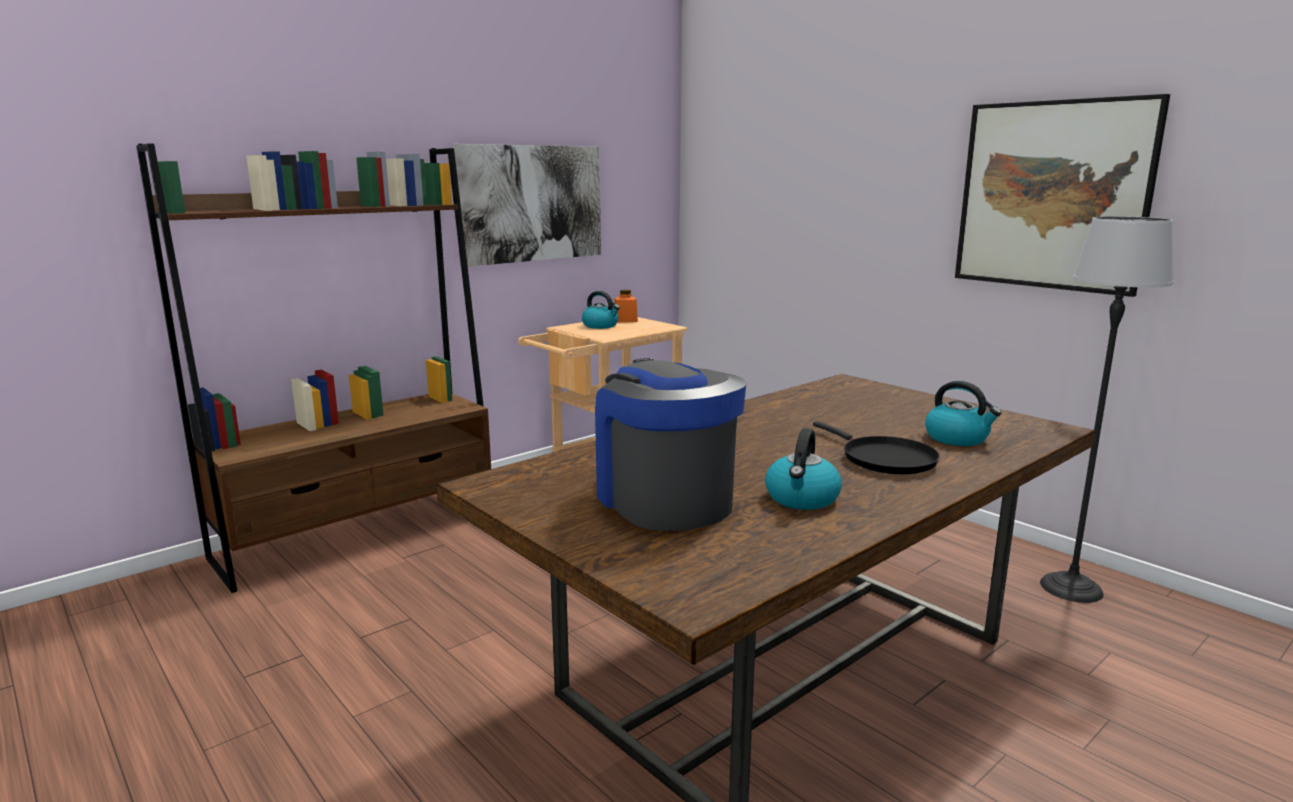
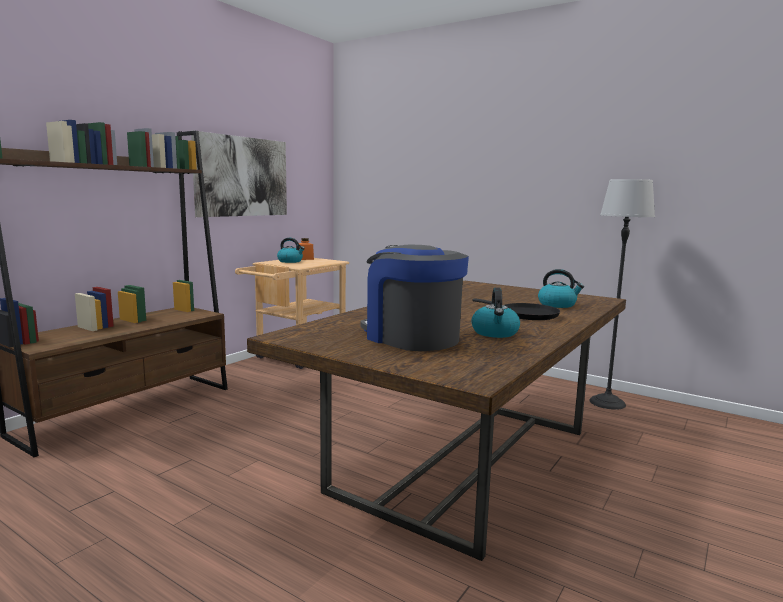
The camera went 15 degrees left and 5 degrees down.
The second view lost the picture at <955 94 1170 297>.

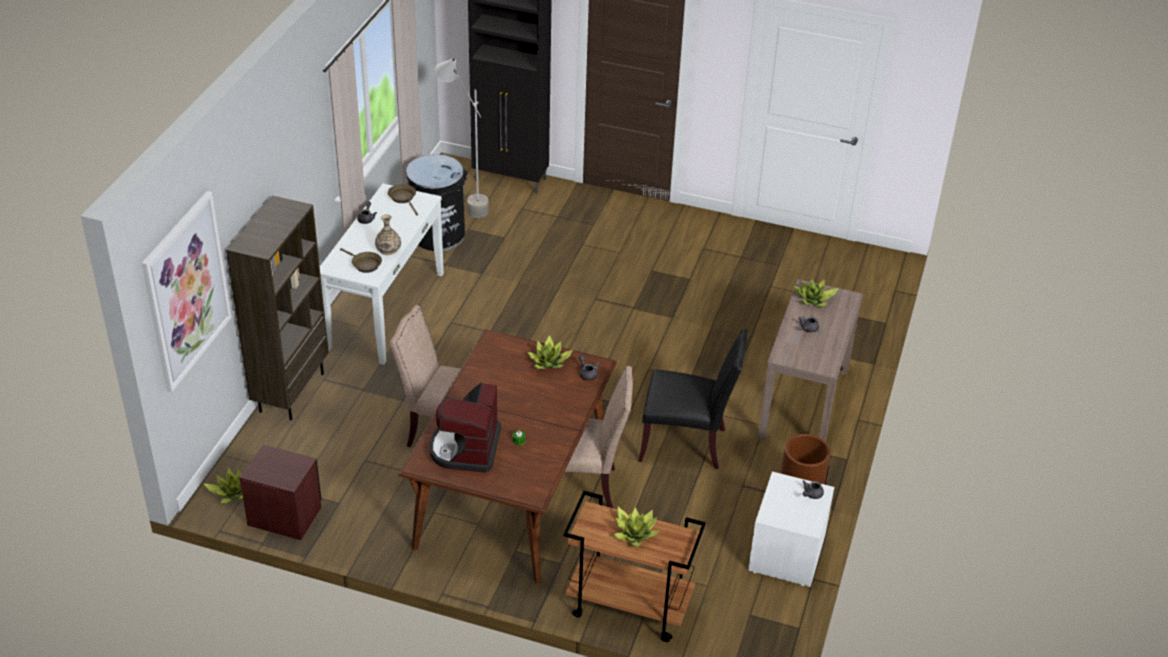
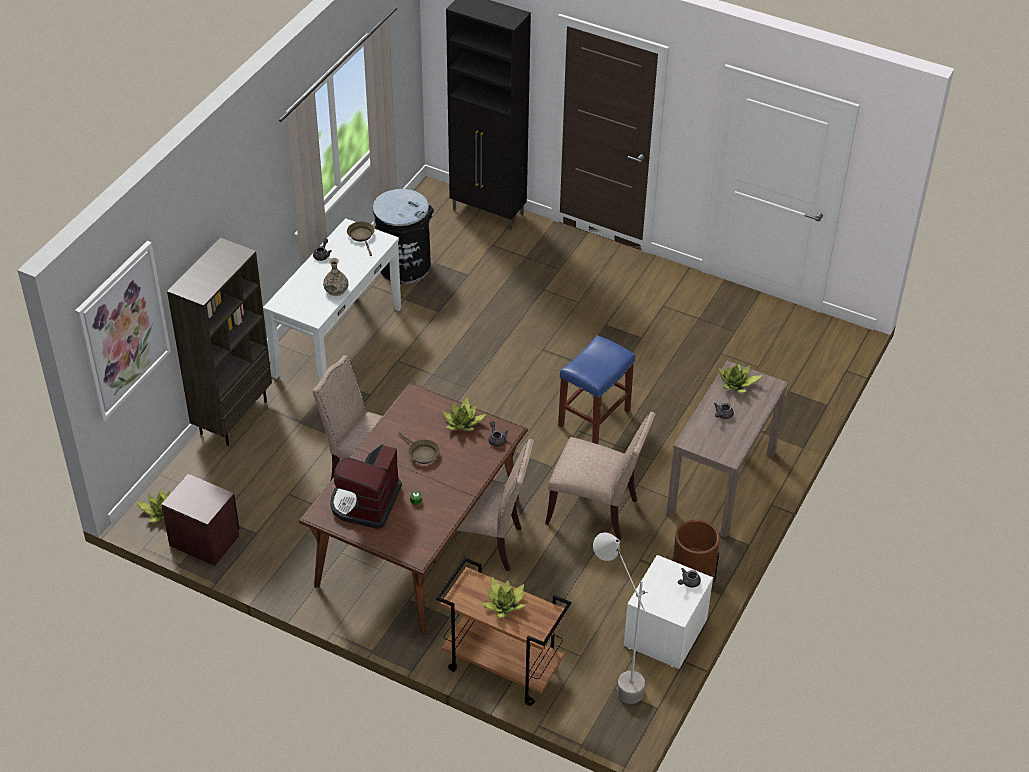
The camera went 10 degrees right and 5 degrees up.
The second view gained the stool/blue at <558 335 635 444>.
The frying pan/brown ended up elsewhere, having gone from <340 248 382 273> to <399 431 440 464>.
The floor lamp/grey ended up elsewhere, having gone from <435 58 489 218> to <593 532 647 704>.
What was the chair/black at <638 329 748 469> turned into the chair/beige at <545 412 656 540>.

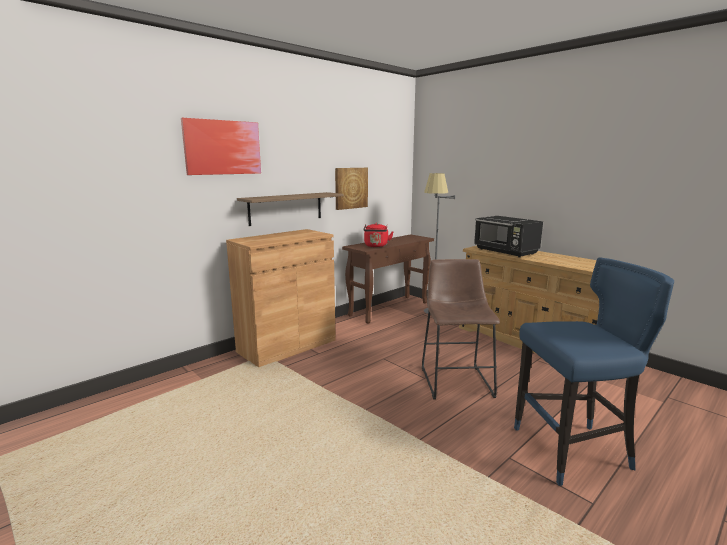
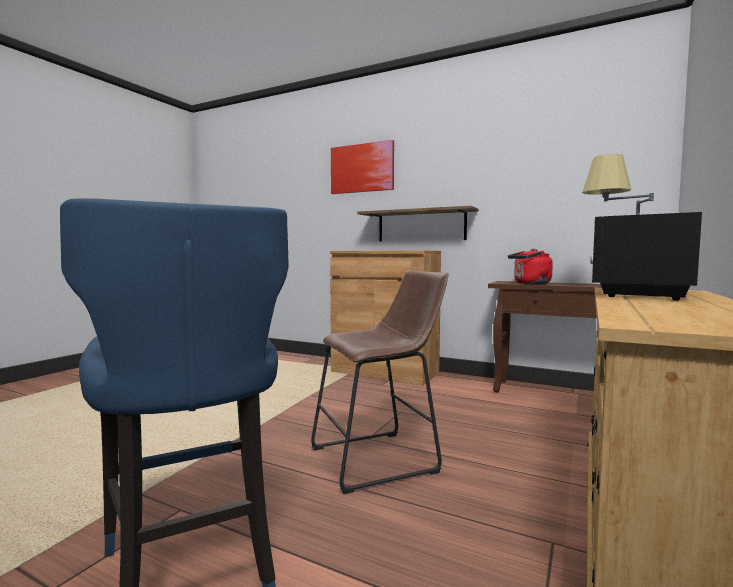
The camera went 70 degrees right and 10 degrees down.
The second view lost the picture at <335 168 368 210>.

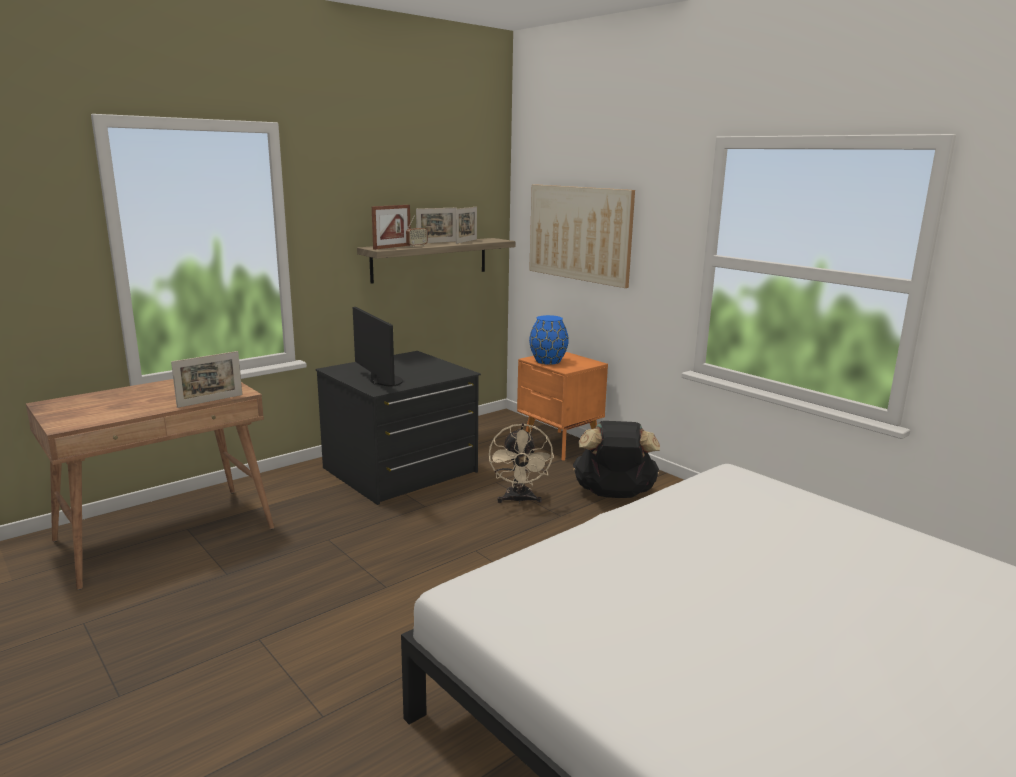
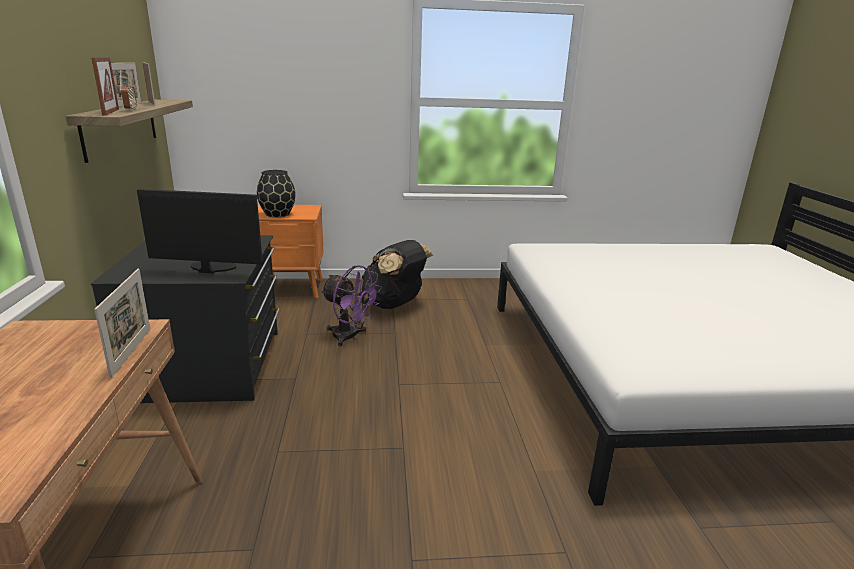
The camera went 55 degrees left and 5 degrees up.
The second view lost the picture at <529 184 635 288>.
What was the fan/beige at <489 423 554 504> turned into the fan/purple at <321 265 382 346>.
What was the vase/blue at <529 315 569 365> turned into the vase/black at <257 170 296 217>.

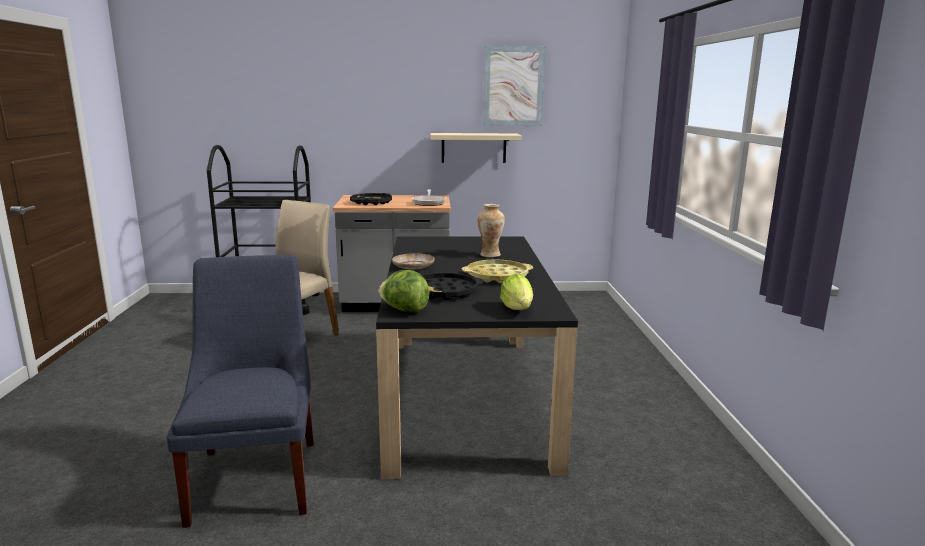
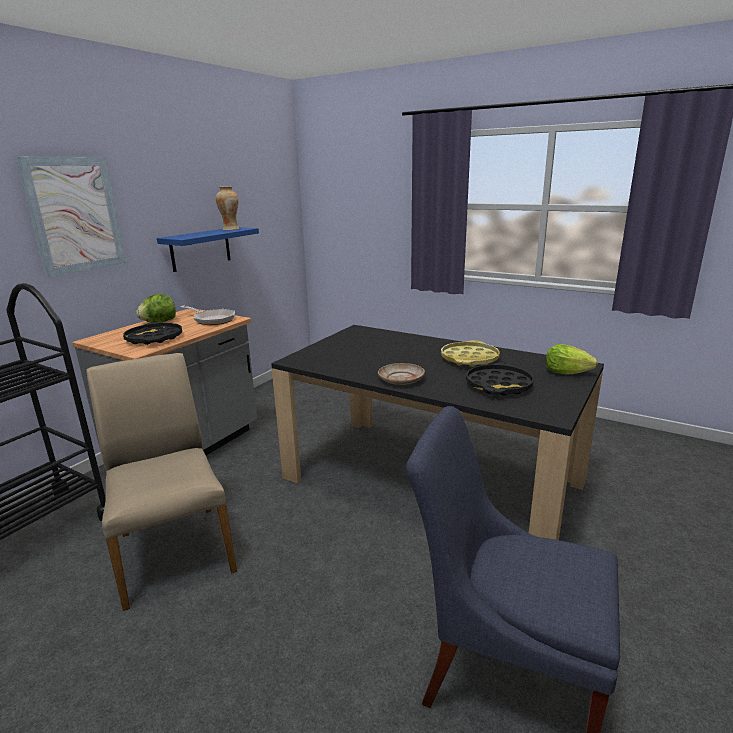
The camera went 55 degrees left and 5 degrees up.
The lettuce ended up elsewhere, having gone from <379 270 430 312> to <136 294 176 323>.
The vase ended up elsewhere, having gone from <478 204 505 257> to <216 186 239 230>.
The picture ended up elsewhere, having gone from <483 46 546 126> to <16 157 126 277>.
What was the shelf/beige at <431 133 521 163> turned into the shelf/blue at <157 227 259 272>.

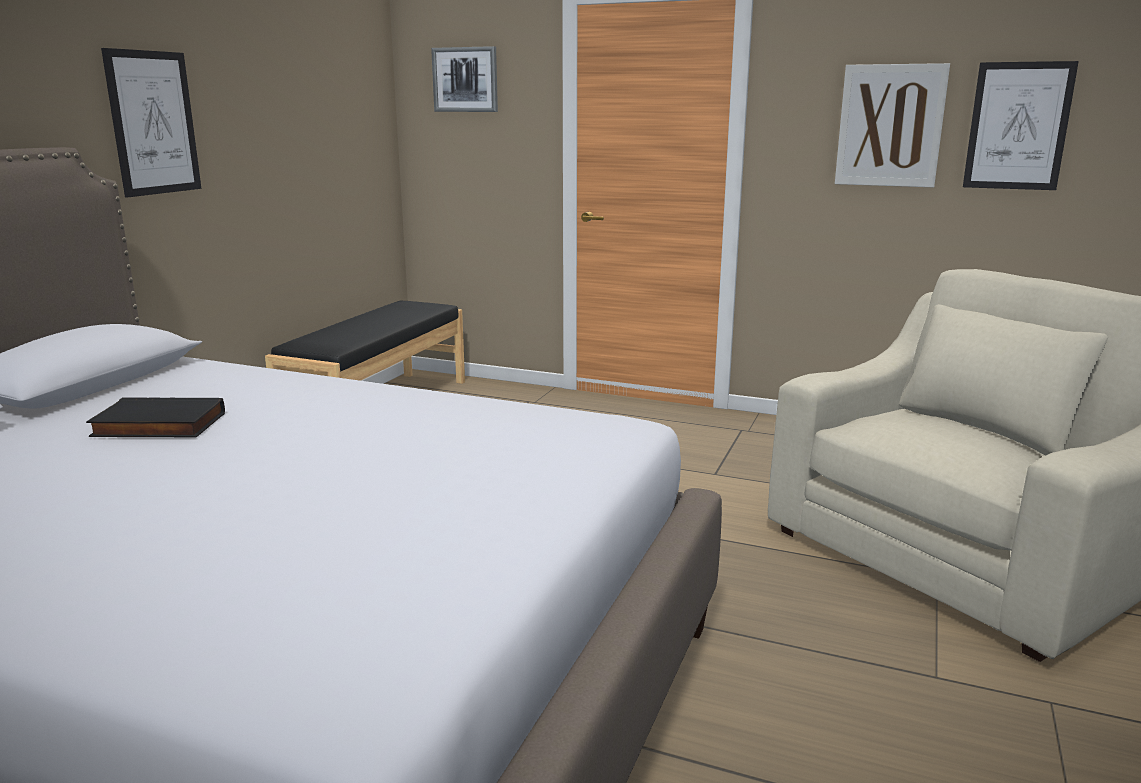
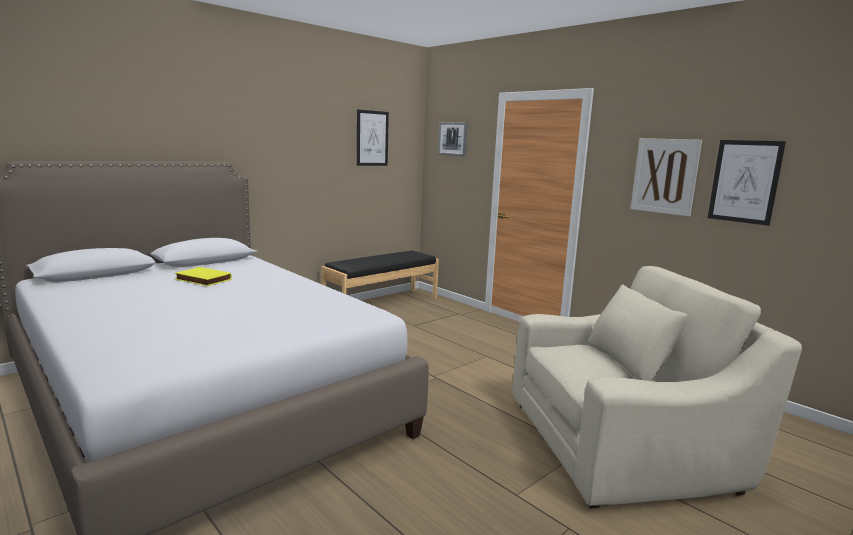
The camera went 25 degrees right and 5 degrees down.
The picture ended up elsewhere, having gone from <101 48 201 197> to <357 110 389 166>.
What was the book/black at <86 397 225 437> turned into the book/yellow at <175 267 232 286>.

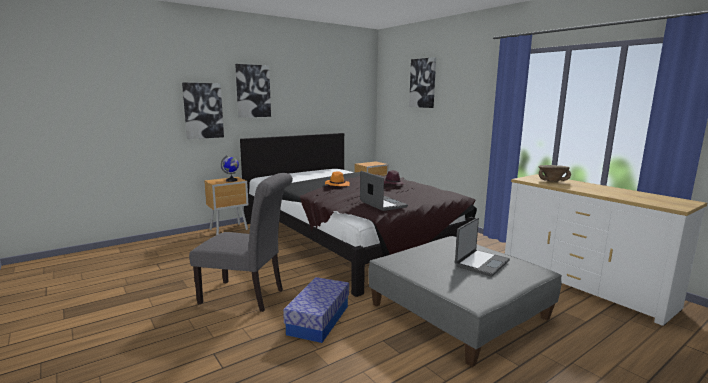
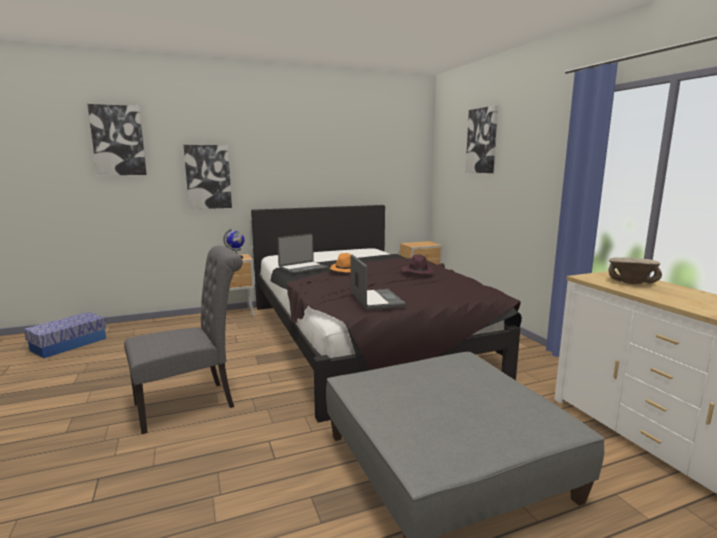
The camera went 15 degrees right and 0 degrees up.
The picture ended up elsewhere, having gone from <235 64 271 118> to <87 104 147 175>.
The storage box ended up elsewhere, having gone from <283 277 349 343> to <24 312 107 358>.
The laptop ended up elsewhere, having gone from <455 218 510 277> to <277 234 328 275>.
The chair/grey at <189 173 293 312> ended up facing another way, 60 degrees counterclockwise from before.

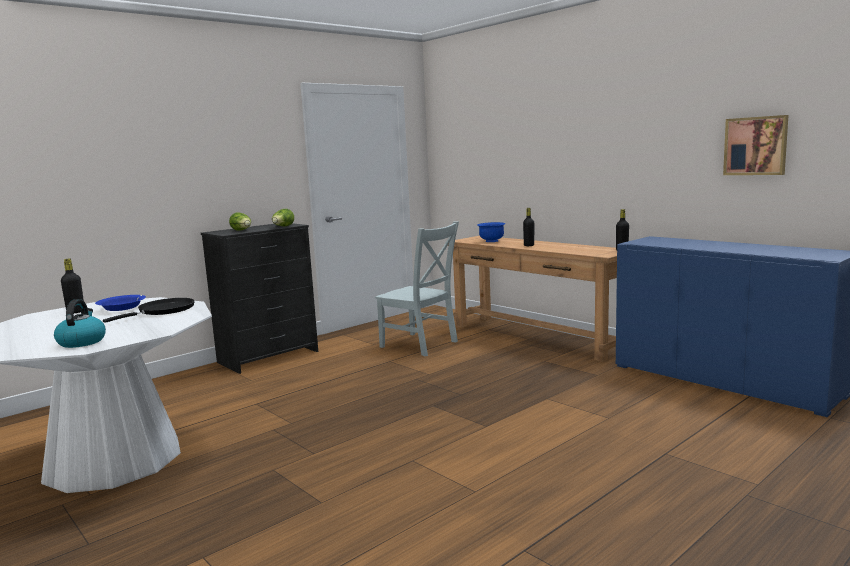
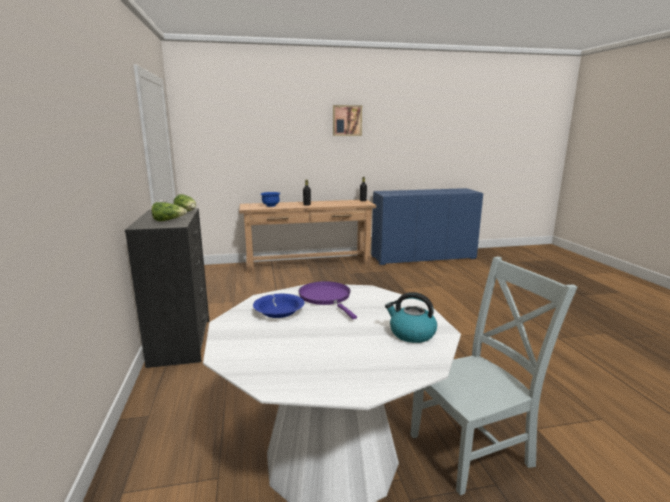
The camera went 60 degrees left and 5 degrees up.
The second view lost the bottle/black at <61 259 84 313>.
The chair/grey ended up elsewhere, having gone from <375 221 459 356> to <410 256 577 495>.
The picture ended up elsewhere, having gone from <723 115 789 175> to <333 105 362 136>.
What was the frying pan/black at <103 298 195 323> turned into the frying pan/purple at <298 281 357 319>.

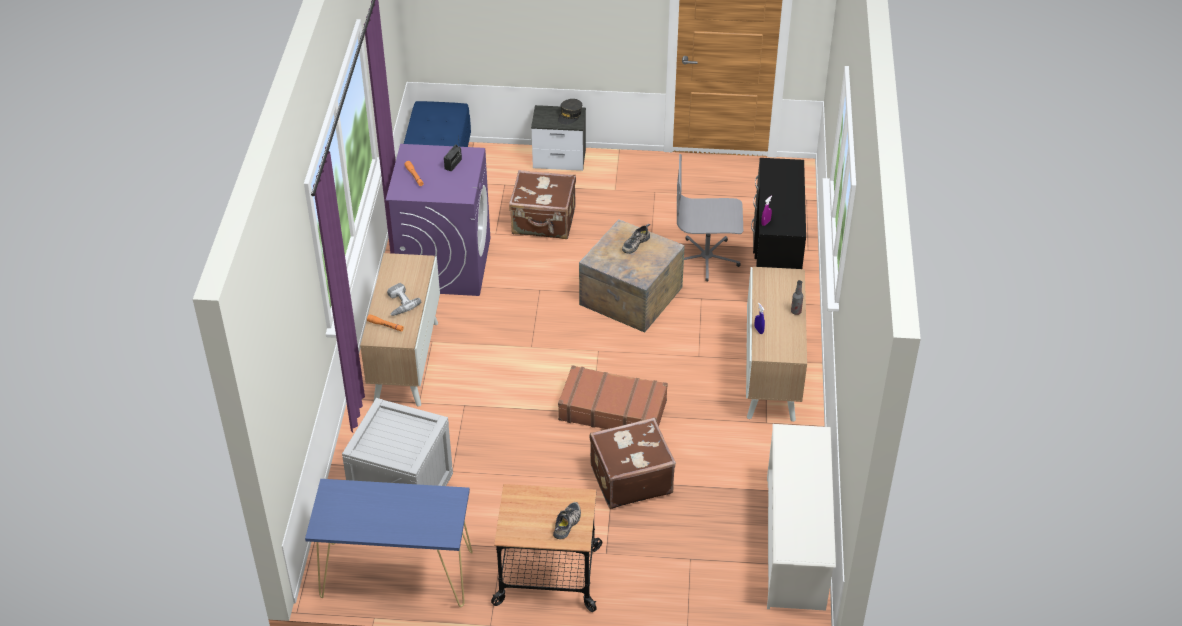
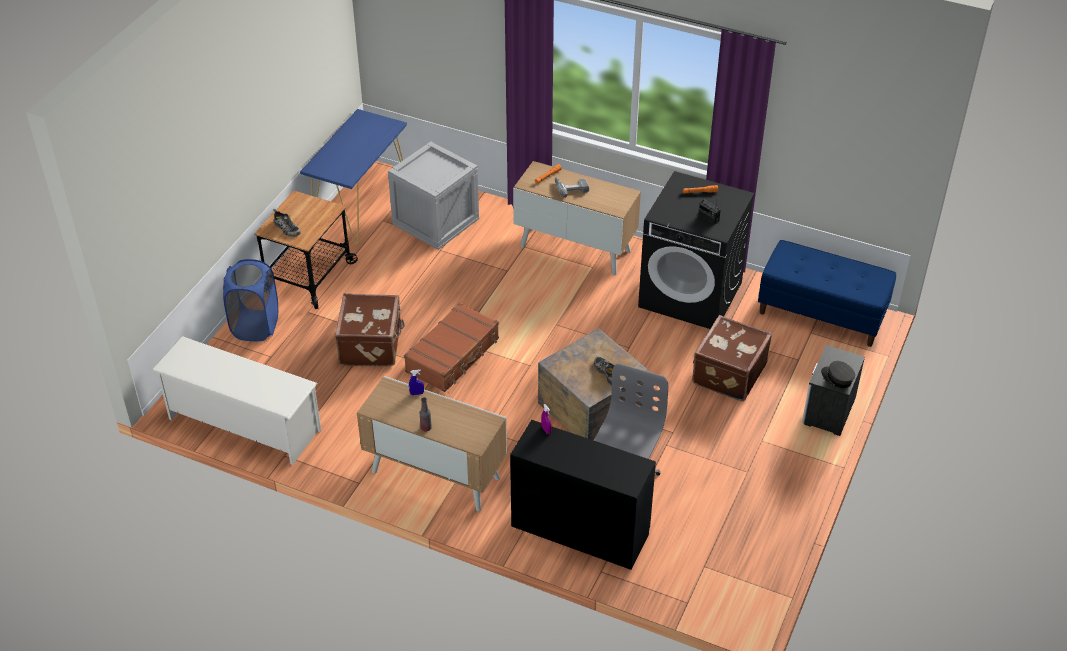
The camera went 110 degrees right and 0 degrees up.
The second view gained the laundry basket/blue at <223 259 278 341>.
What was the washing machine/purple at <386 144 490 296> turned into the washing machine/black at <638 171 754 329>.

